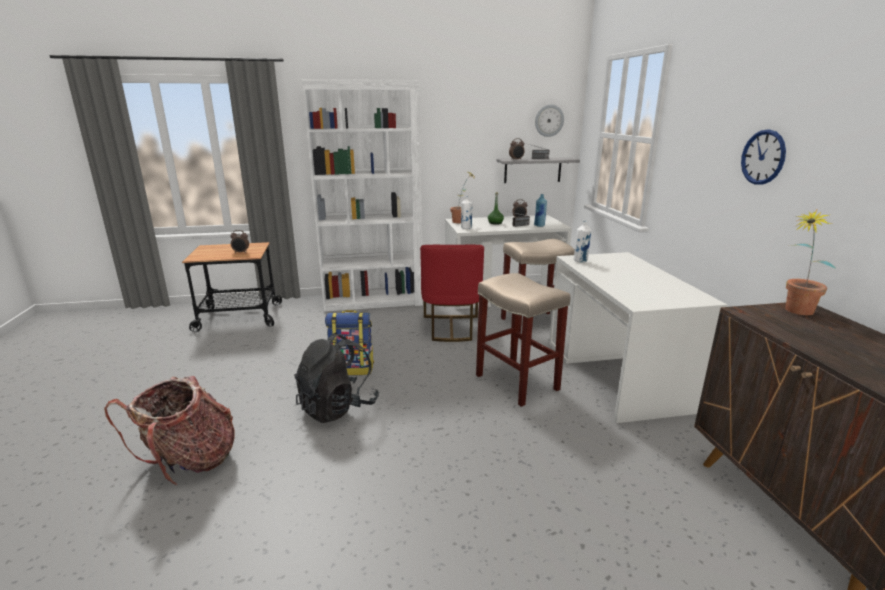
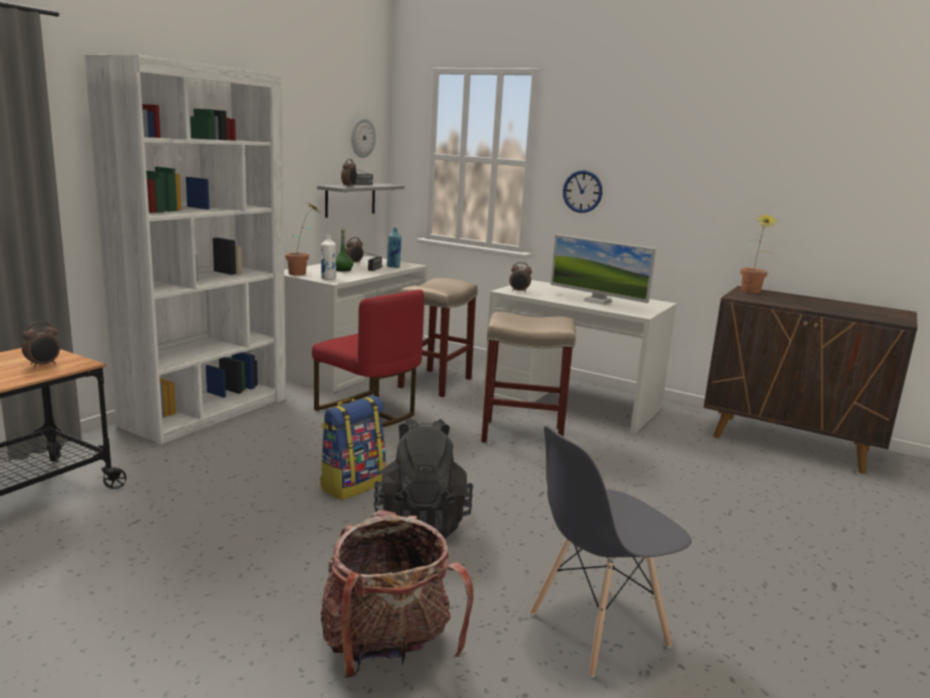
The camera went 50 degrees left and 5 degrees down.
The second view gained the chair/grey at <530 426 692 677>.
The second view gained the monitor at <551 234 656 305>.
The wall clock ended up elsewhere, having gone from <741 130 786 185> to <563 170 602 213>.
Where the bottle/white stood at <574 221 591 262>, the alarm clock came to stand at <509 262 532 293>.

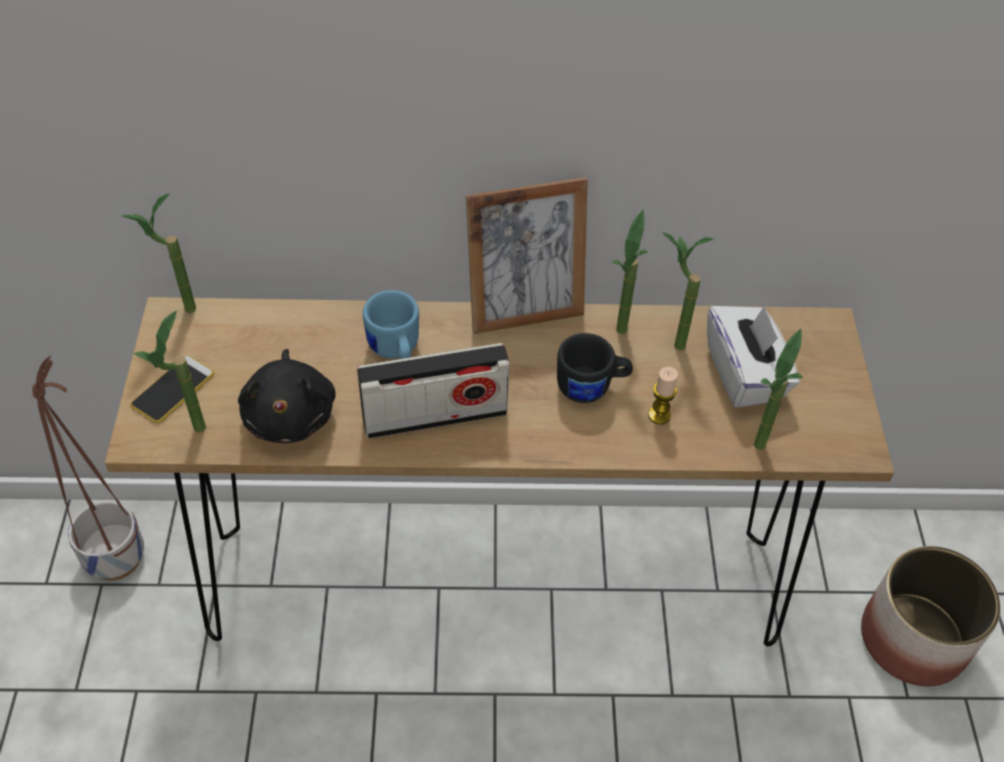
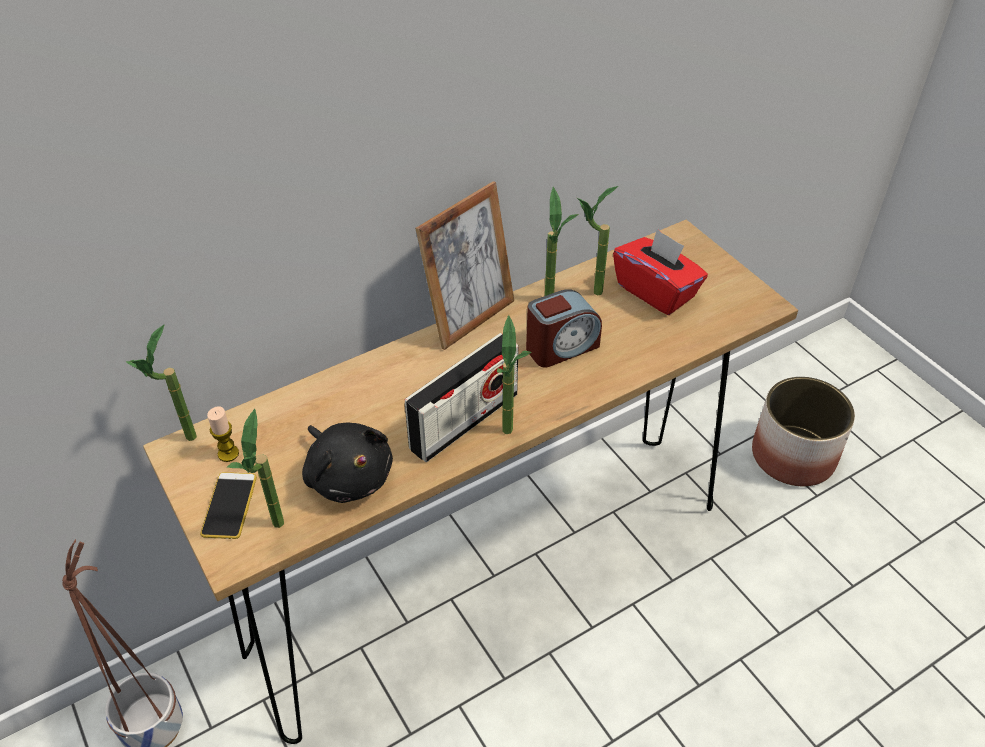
The camera went 30 degrees left and 5 degrees down.
The second view lost the mug/blue at <363 290 419 359>.
The candle ended up elsewhere, having gone from <648 367 678 424> to <207 407 239 462>.
The potted plant ended up elsewhere, having gone from <753 329 803 450> to <497 315 532 434>.
Where the mug/black stood at <557 333 633 403>, the alarm clock came to stand at <526 290 602 367>.
What was the tissue box/white at <707 306 800 408> turned into the tissue box/red at <613 229 708 315>.

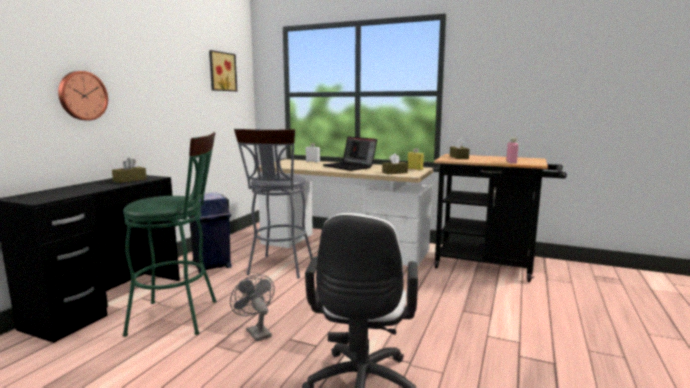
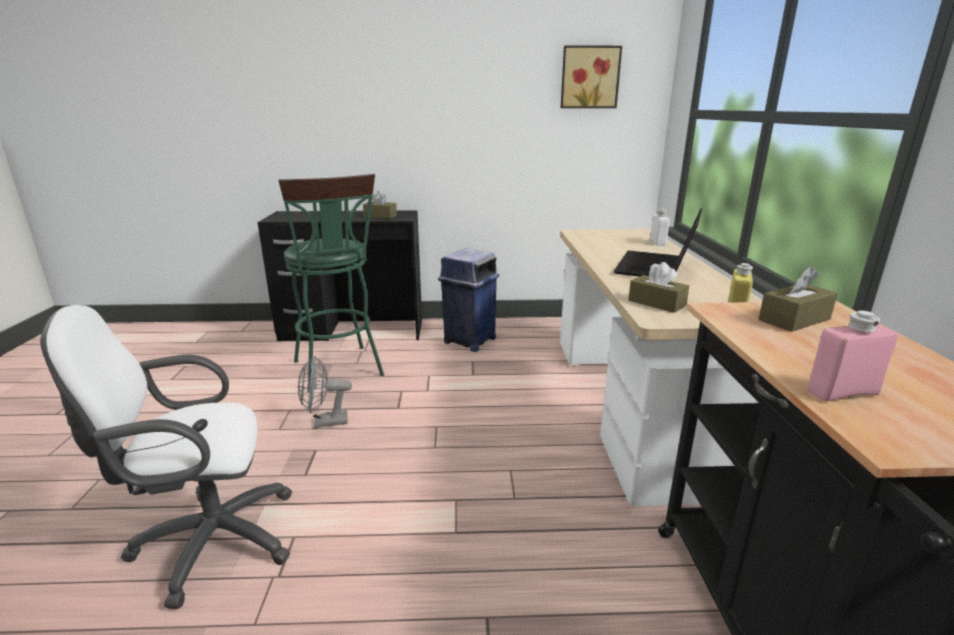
The camera went 65 degrees right and 10 degrees up.
The second view lost the wall clock at <58 71 108 120>.
The second view lost the stool/grey at <234 129 313 279>.
The fan/grey at <230 274 275 342> ended up facing another way, 135 degrees counterclockwise from before.

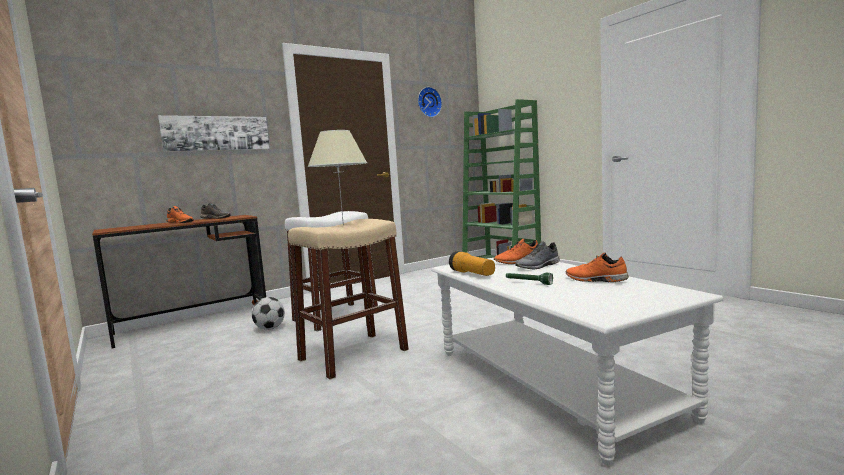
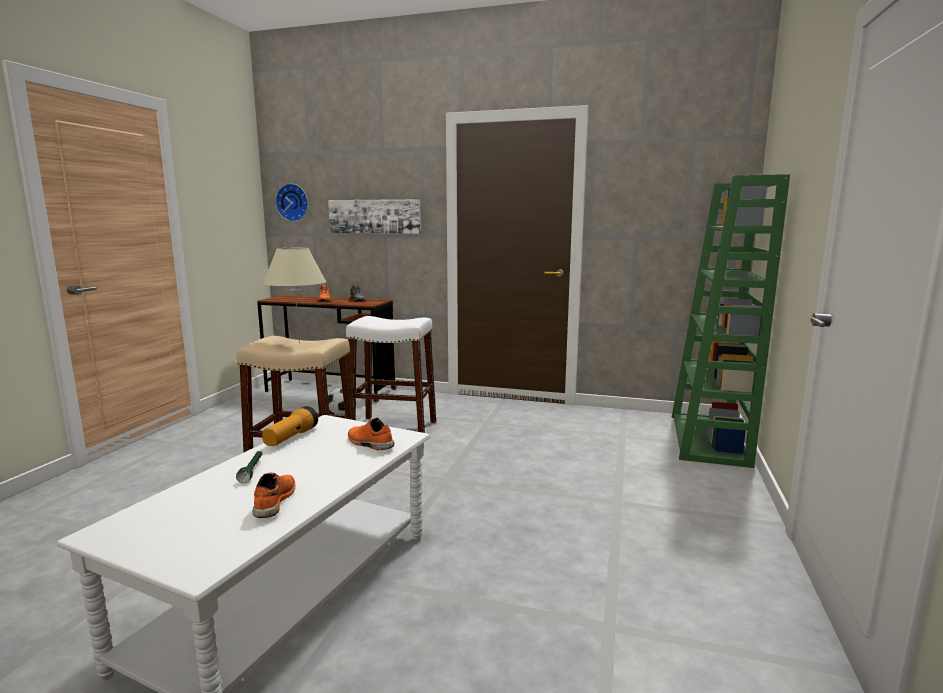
The camera went 50 degrees right and 5 degrees up.
The second view lost the shoe/grey at <515 242 560 269>.
The wall clock ended up elsewhere, having gone from <418 87 442 117> to <276 183 308 222>.

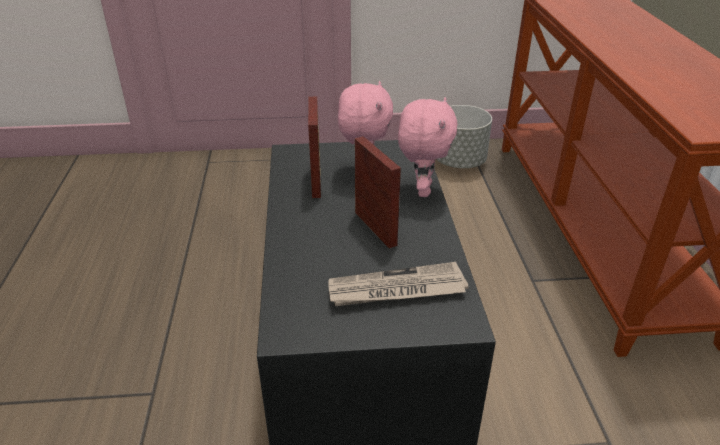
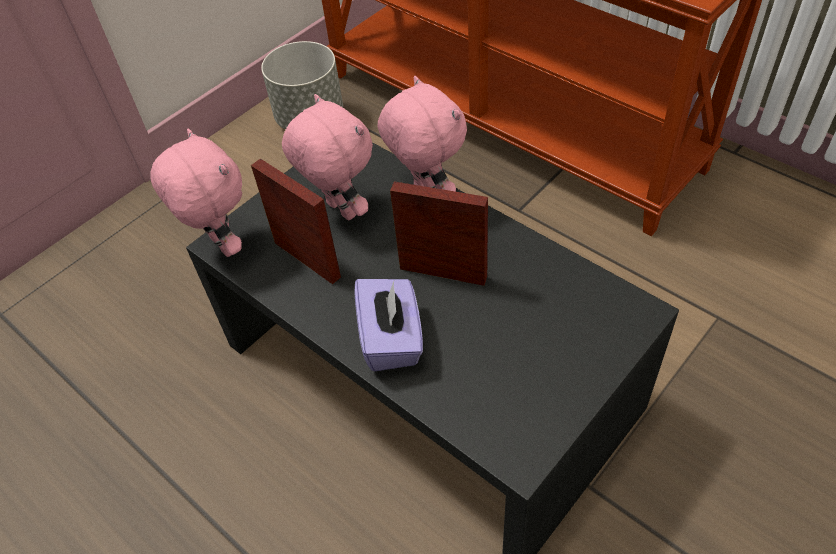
The camera went 40 degrees left and 15 degrees up.
The second view lost the newspaper at <328 262 469 306>.
The second view gained the plush toy/pink at <150 128 242 257>.
The second view gained the tissue box/purple at <354 279 423 371>.

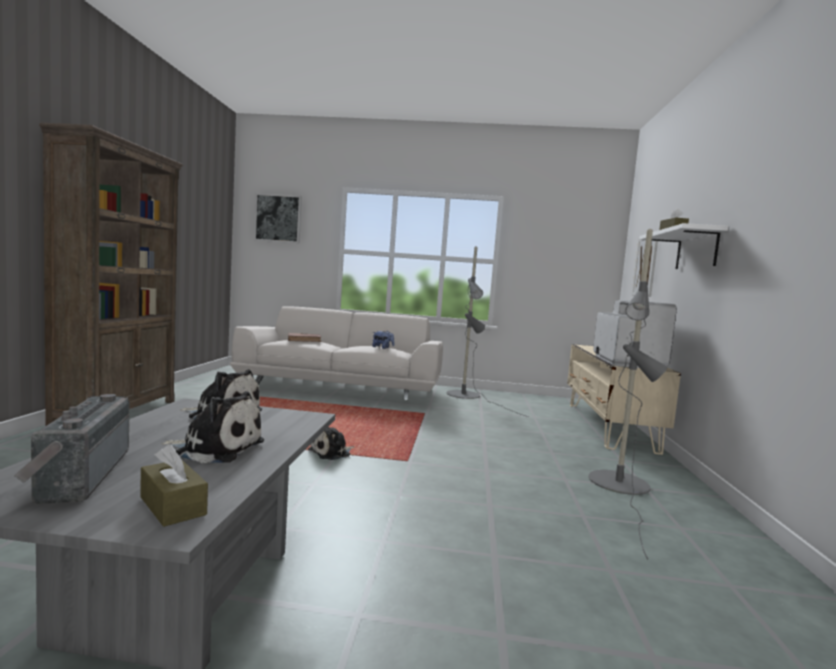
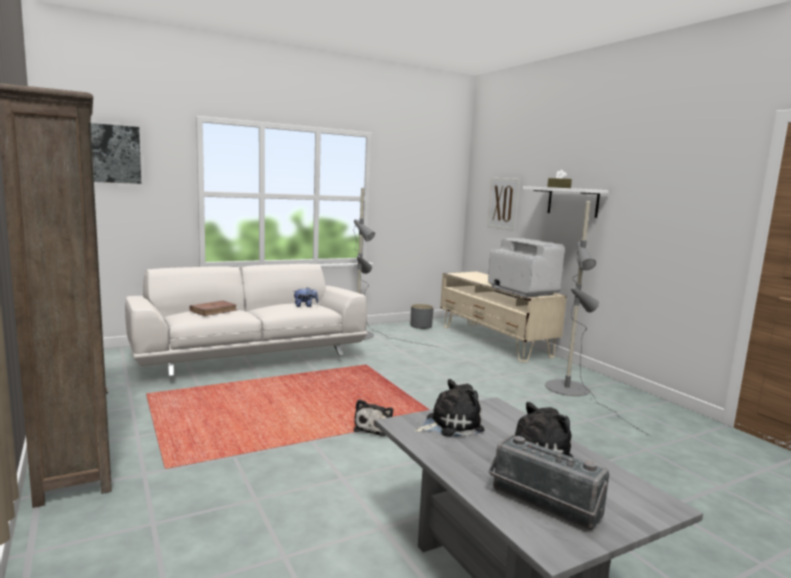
The camera went 35 degrees left and 5 degrees up.
The second view lost the tissue box/brown at <140 444 208 527>.
The second view gained the planter/grey at <411 304 434 329>.

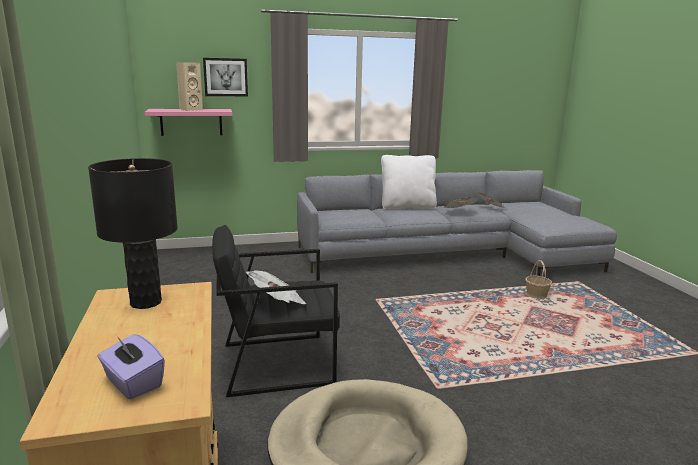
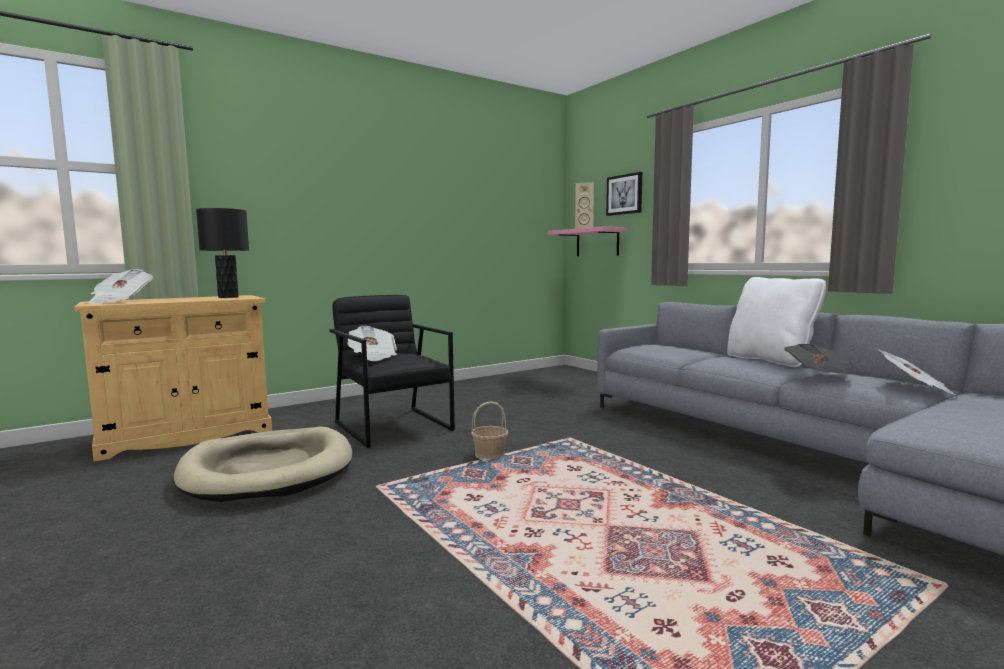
The camera went 70 degrees right and 10 degrees down.
The basket ended up elsewhere, having gone from <525 260 552 299> to <471 402 509 459>.
Where the tissue box/purple stood at <98 334 165 400>, the newspaper came to stand at <88 269 153 304>.

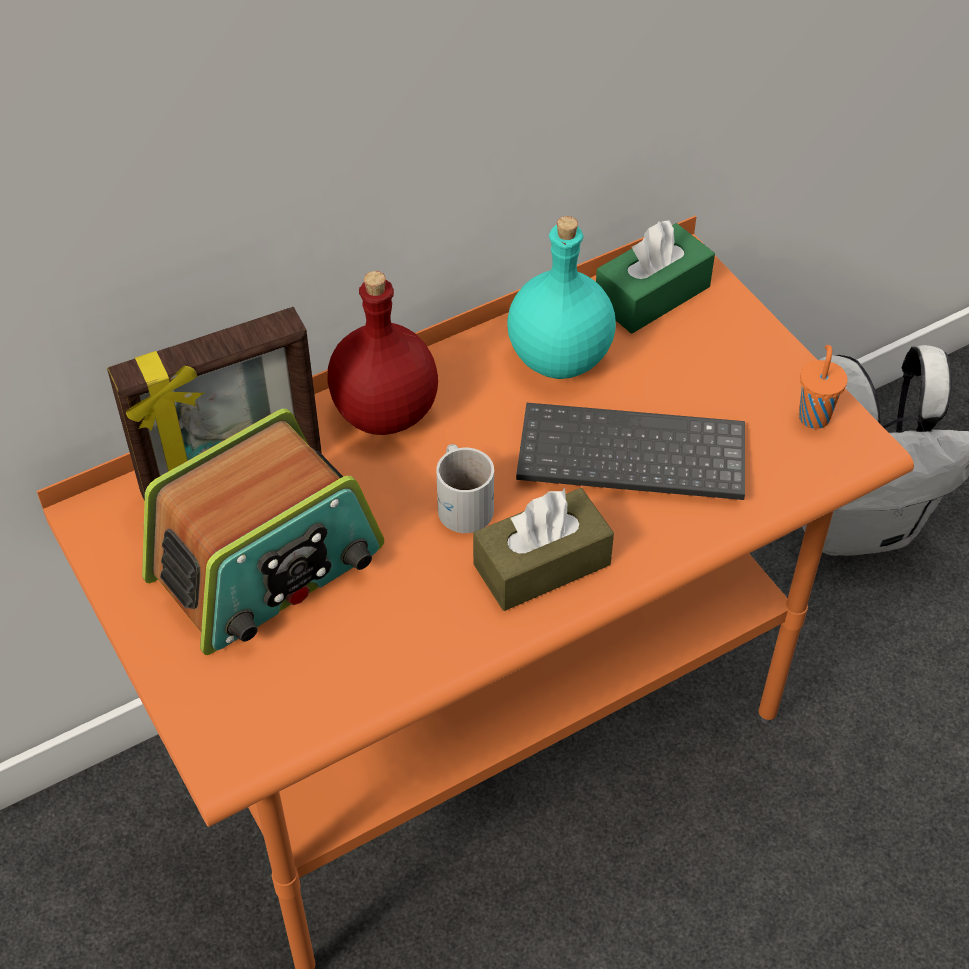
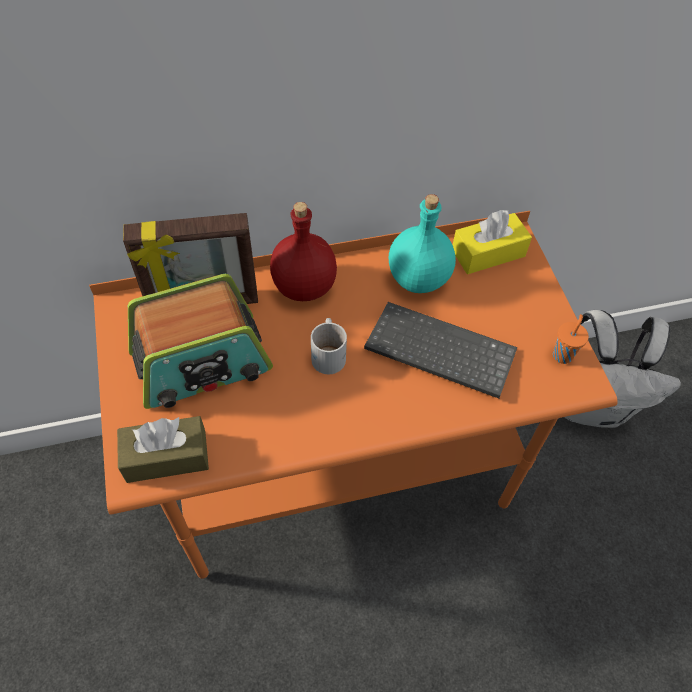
The camera went 15 degrees right and 5 degrees up.
The tissue box/brown ended up elsewhere, having gone from <473 488 614 611> to <117 416 209 483>.
What was the tissue box/green at <596 220 715 334> turned into the tissue box/yellow at <453 210 532 274>.

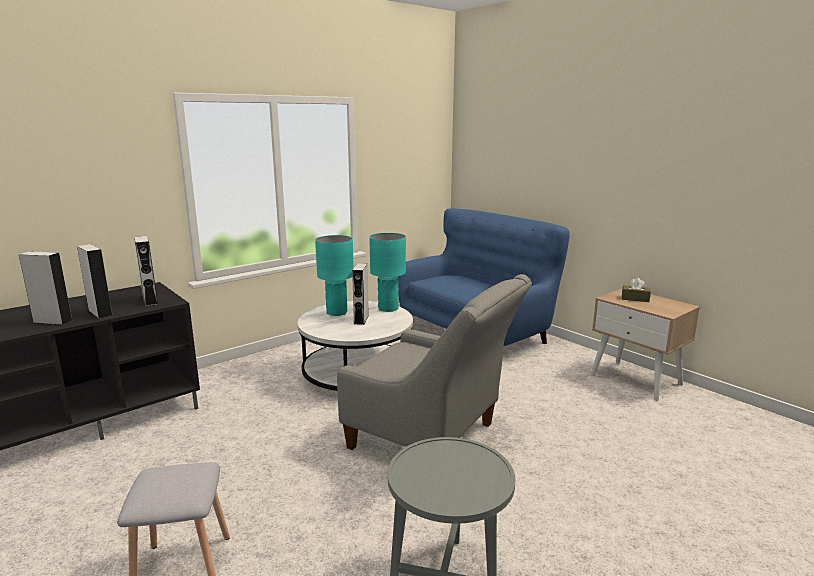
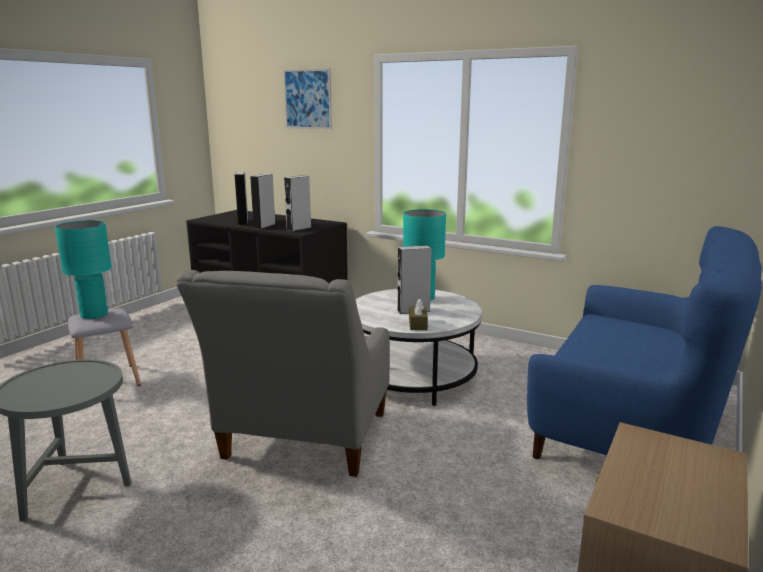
The camera went 70 degrees right and 0 degrees up.
The second view gained the picture at <283 68 332 129>.
The table lamp/turquoise ended up elsewhere, having gone from <369 233 406 312> to <55 220 112 319>.
The tissue box/brown ended up elsewhere, having gone from <622 278 651 302> to <409 299 428 330>.

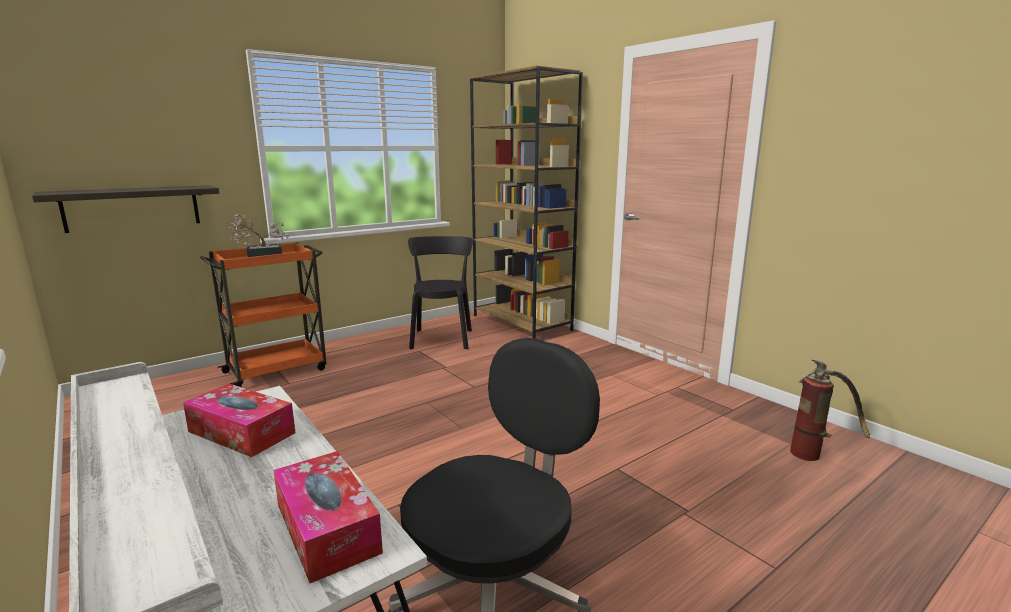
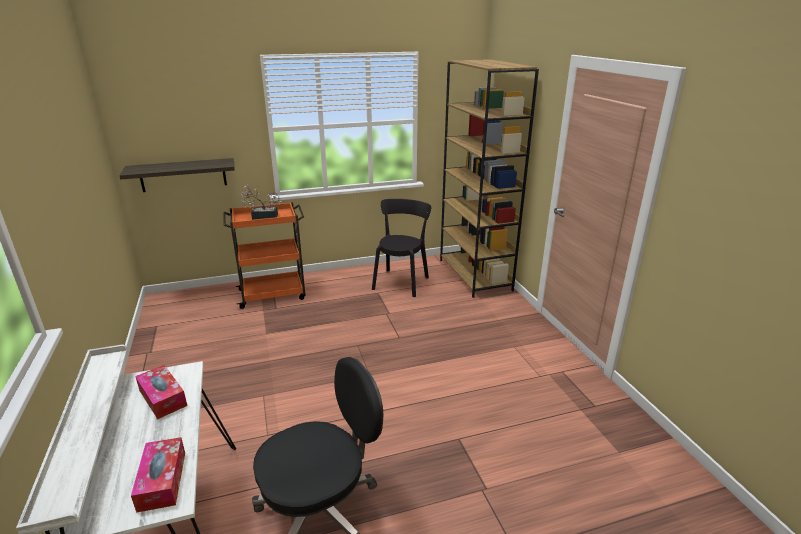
The camera went 20 degrees right and 10 degrees up.
The second view lost the fire extinguisher at <790 360 870 461>.

